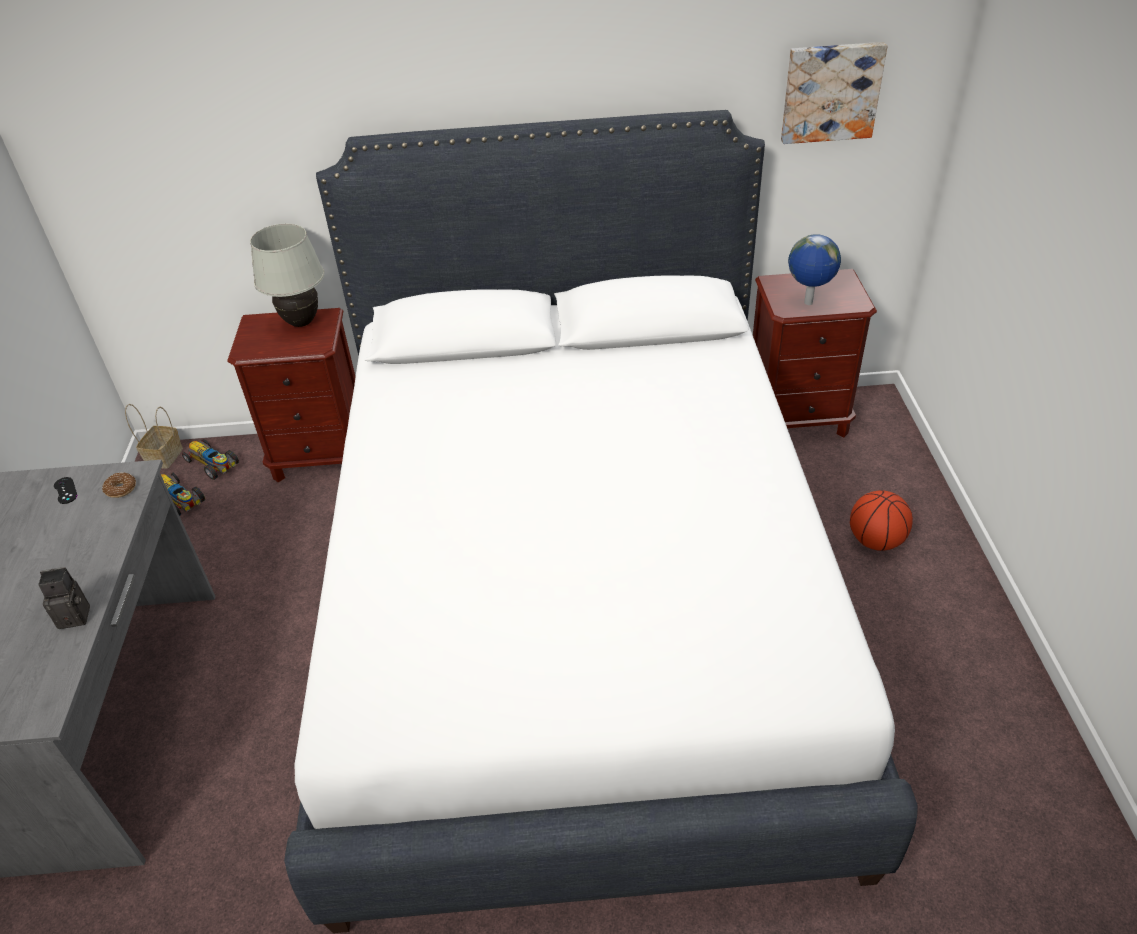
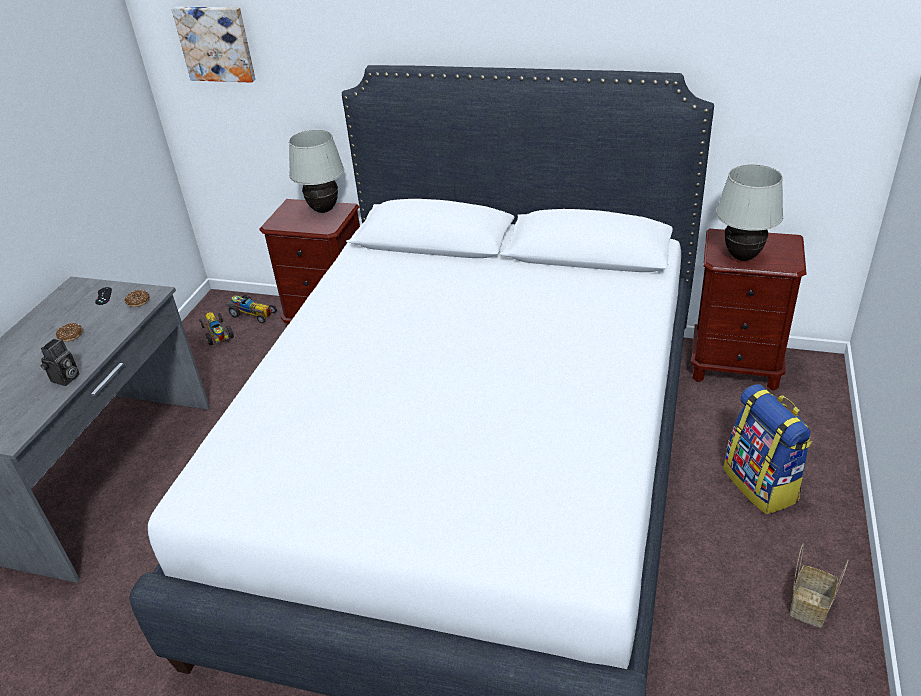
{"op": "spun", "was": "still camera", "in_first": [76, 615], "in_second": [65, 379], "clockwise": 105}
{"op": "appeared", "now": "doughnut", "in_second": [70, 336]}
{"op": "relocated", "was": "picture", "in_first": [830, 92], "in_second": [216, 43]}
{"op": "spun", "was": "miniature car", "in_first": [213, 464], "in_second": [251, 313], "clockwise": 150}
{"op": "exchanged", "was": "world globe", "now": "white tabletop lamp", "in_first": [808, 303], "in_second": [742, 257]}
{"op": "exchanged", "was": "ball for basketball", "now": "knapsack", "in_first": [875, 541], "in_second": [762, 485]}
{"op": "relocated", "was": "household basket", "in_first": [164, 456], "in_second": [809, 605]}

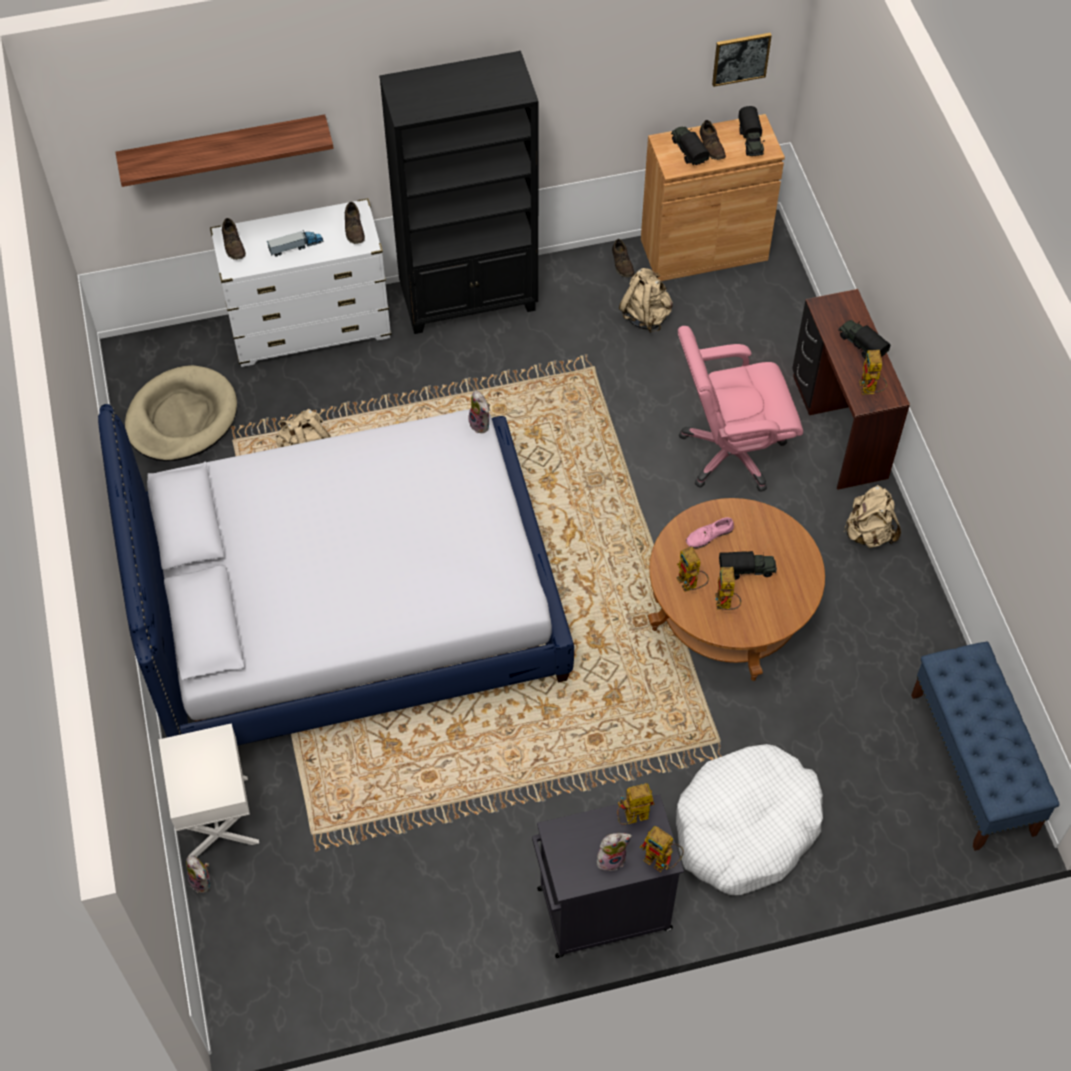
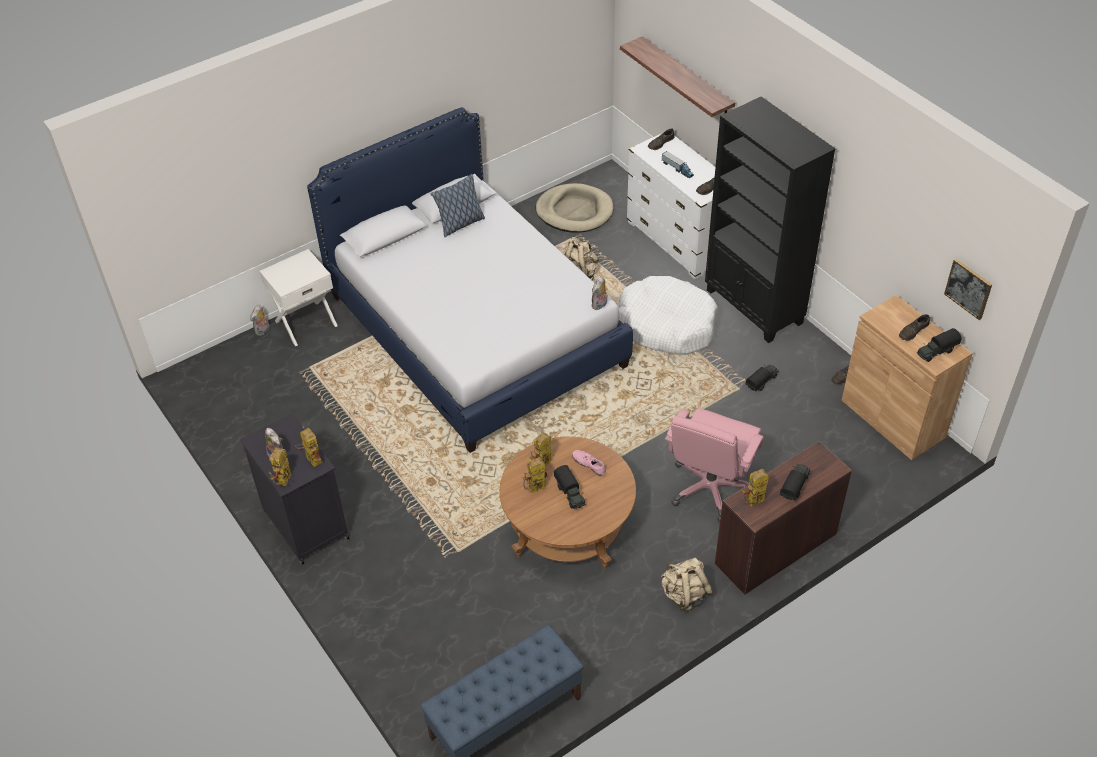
{"op": "appeared", "now": "throw pillow", "in_second": [460, 224]}
{"op": "relocated", "was": "white pet bed", "in_first": [745, 827], "in_second": [666, 325]}
{"op": "spun", "was": "pinkish desk chair", "in_first": [730, 453], "in_second": [710, 488], "clockwise": -120}
{"op": "relocated", "was": "toy lorry", "in_first": [688, 151], "in_second": [762, 382]}
{"op": "missing", "was": "beige knapsack", "in_first": [646, 316]}

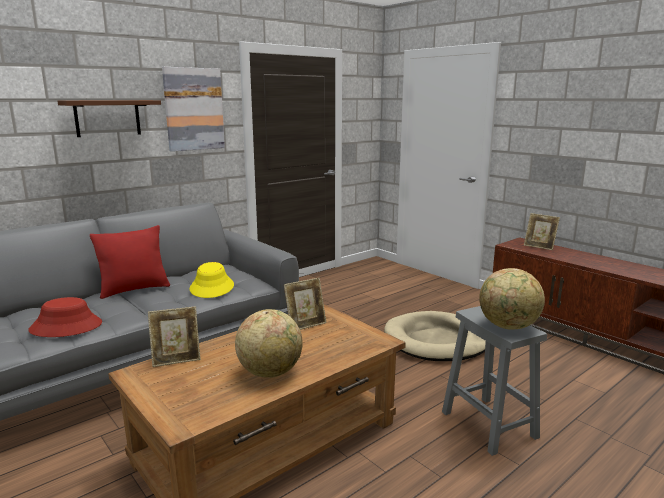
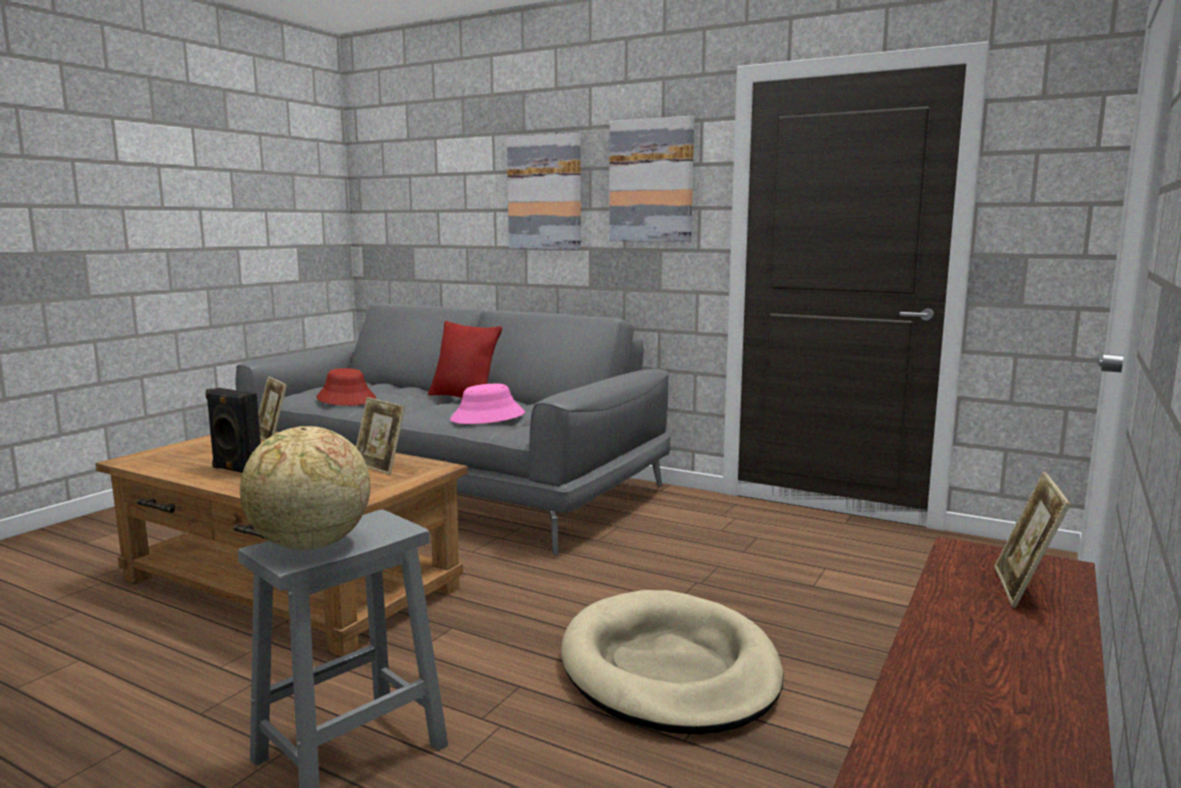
{"op": "exchanged", "was": "world globe", "now": "black audio speaker", "in_first": [270, 372], "in_second": [236, 470]}
{"op": "colour", "was": "yellow-coloured hat", "now": "pinkish hat", "in_first": [212, 287], "in_second": [488, 417]}
{"op": "exchanged", "was": "brown wall shelf", "now": "picture", "in_first": [107, 118], "in_second": [545, 193]}

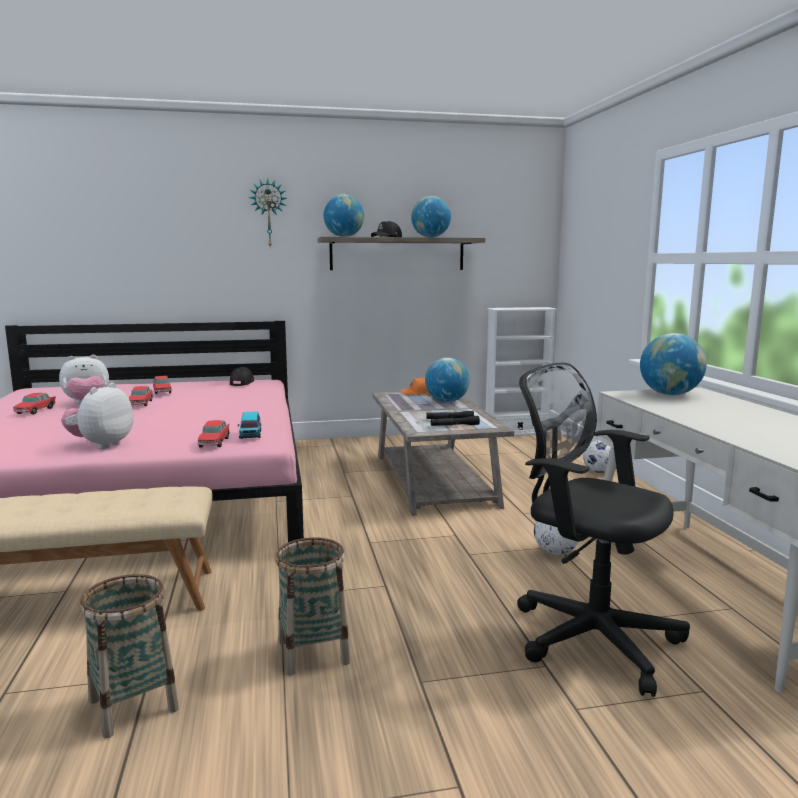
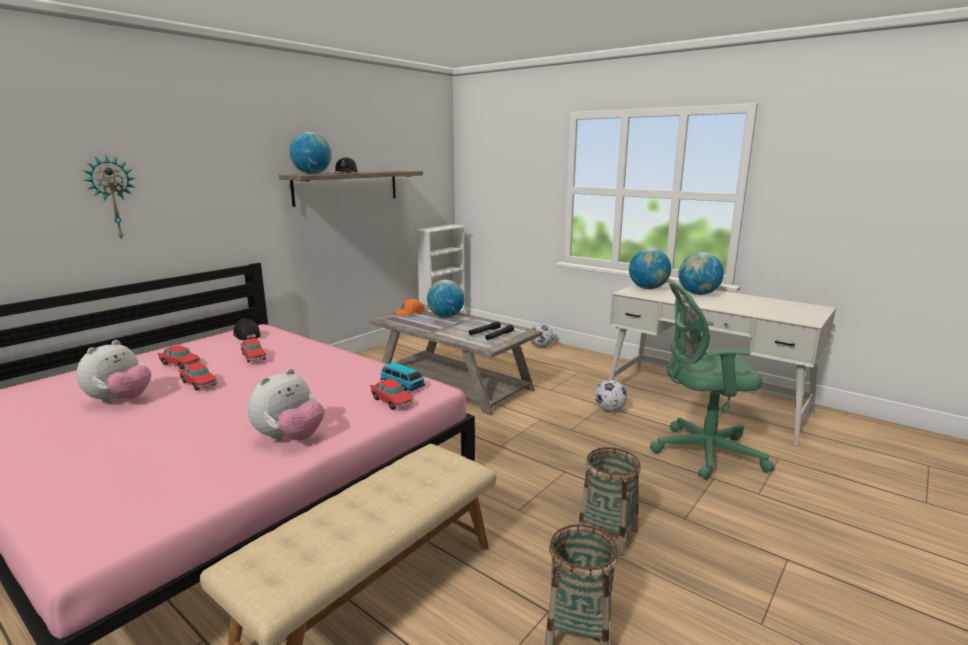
{"op": "relocated", "was": "clock on the wall", "in_first": [268, 213], "in_second": [112, 198]}
{"op": "relocated", "was": "miniature car", "in_first": [35, 411], "in_second": [253, 357]}
{"op": "spun", "was": "cuddly toy", "in_first": [101, 445], "in_second": [290, 438], "clockwise": -120}
{"op": "colour", "was": "black desk chair", "now": "greenish desk chair", "in_first": [588, 635], "in_second": [701, 452]}
{"op": "relocated", "was": "world globe", "in_first": [430, 237], "in_second": [698, 294]}

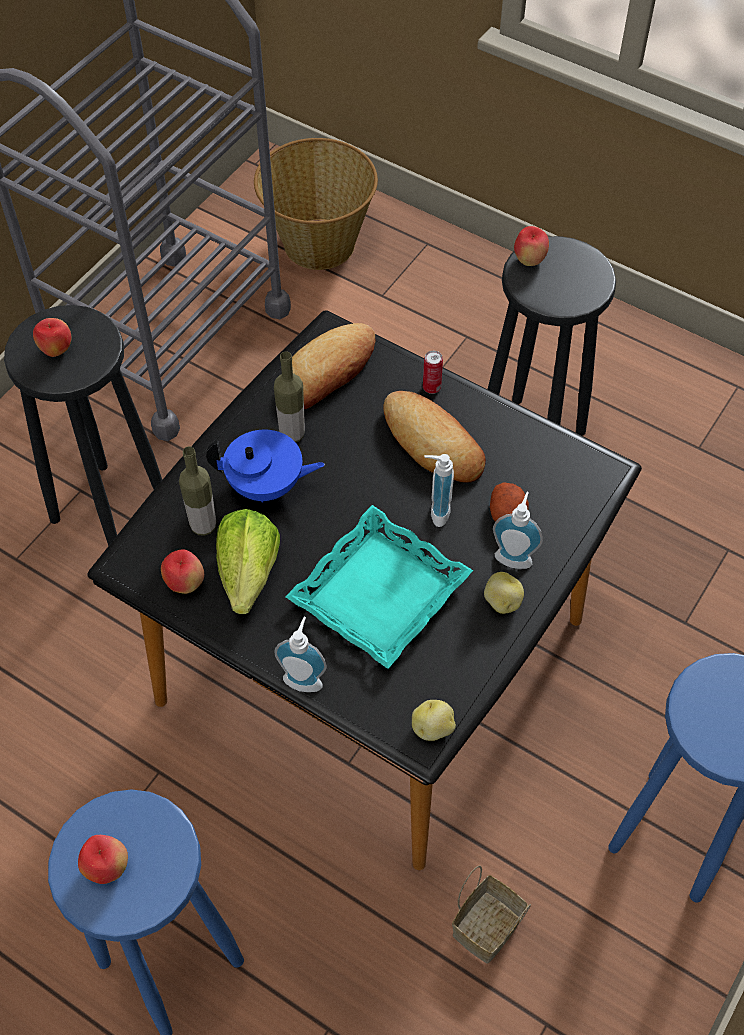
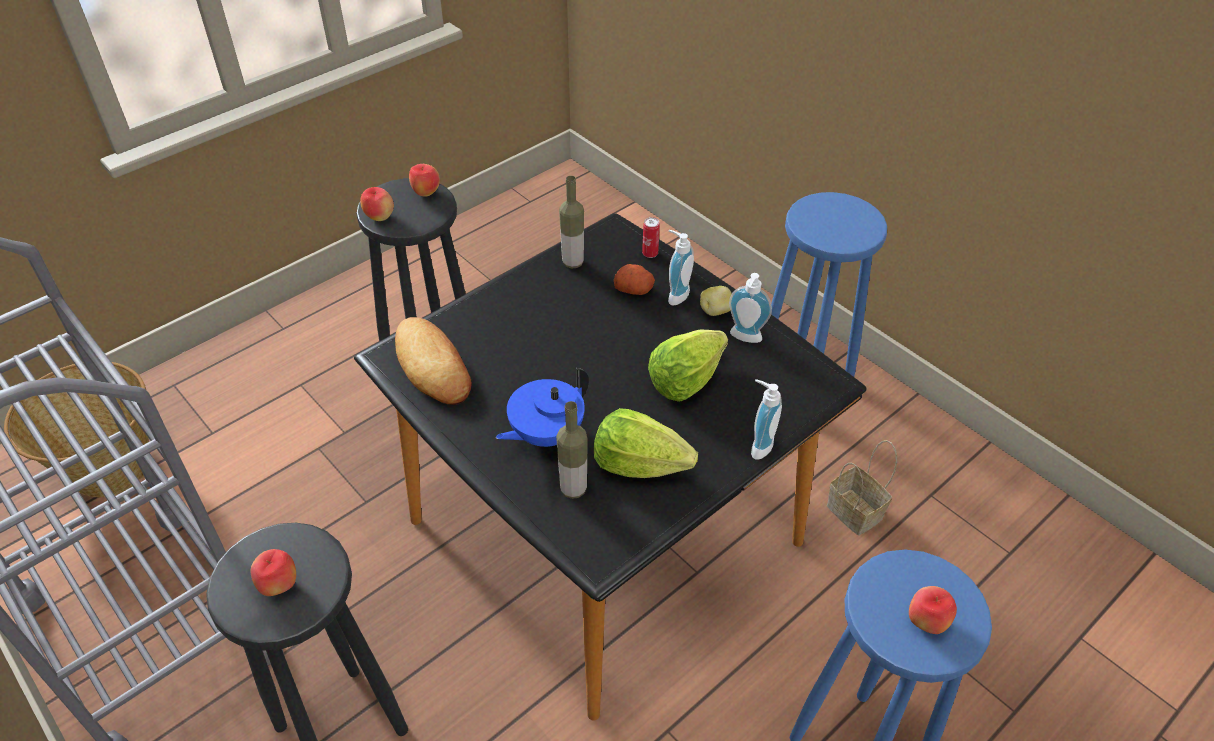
{"op": "relocated", "was": "apple fruit", "in_first": [185, 583], "in_second": [426, 193]}
{"op": "spun", "was": "bluish tea pot", "in_first": [266, 486], "in_second": [545, 434], "clockwise": -150}
{"op": "relocated", "was": "drink bottle", "in_first": [292, 434], "in_second": [572, 262]}
{"op": "relocated", "was": "can", "in_first": [431, 387], "in_second": [650, 254]}
{"op": "exchanged", "was": "turquoise-coloured tray", "now": "head of lettuce", "in_first": [378, 592], "in_second": [685, 380]}
{"op": "relocated", "was": "soap dispenser", "in_first": [435, 511], "in_second": [744, 338]}
{"op": "missing", "was": "bakery bread", "in_first": [433, 442]}
{"op": "missing", "was": "spud", "in_first": [433, 728]}

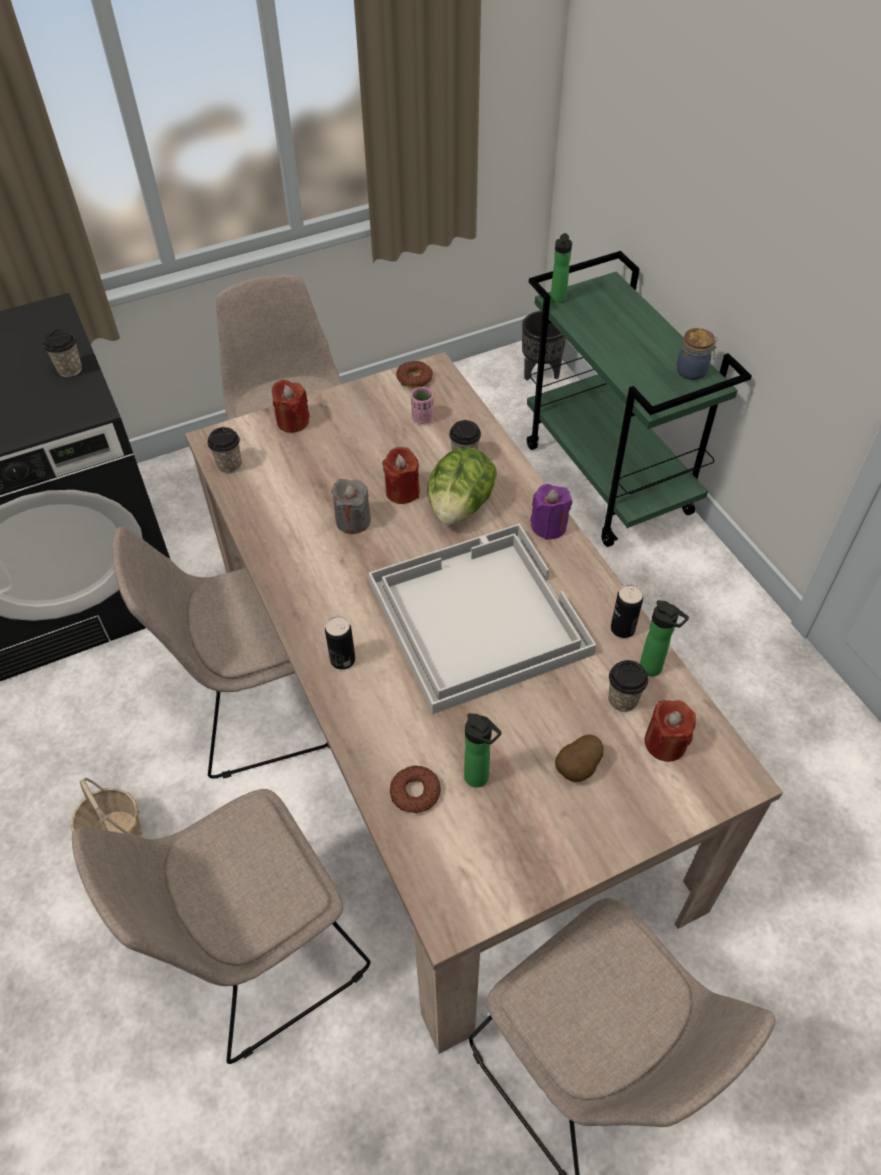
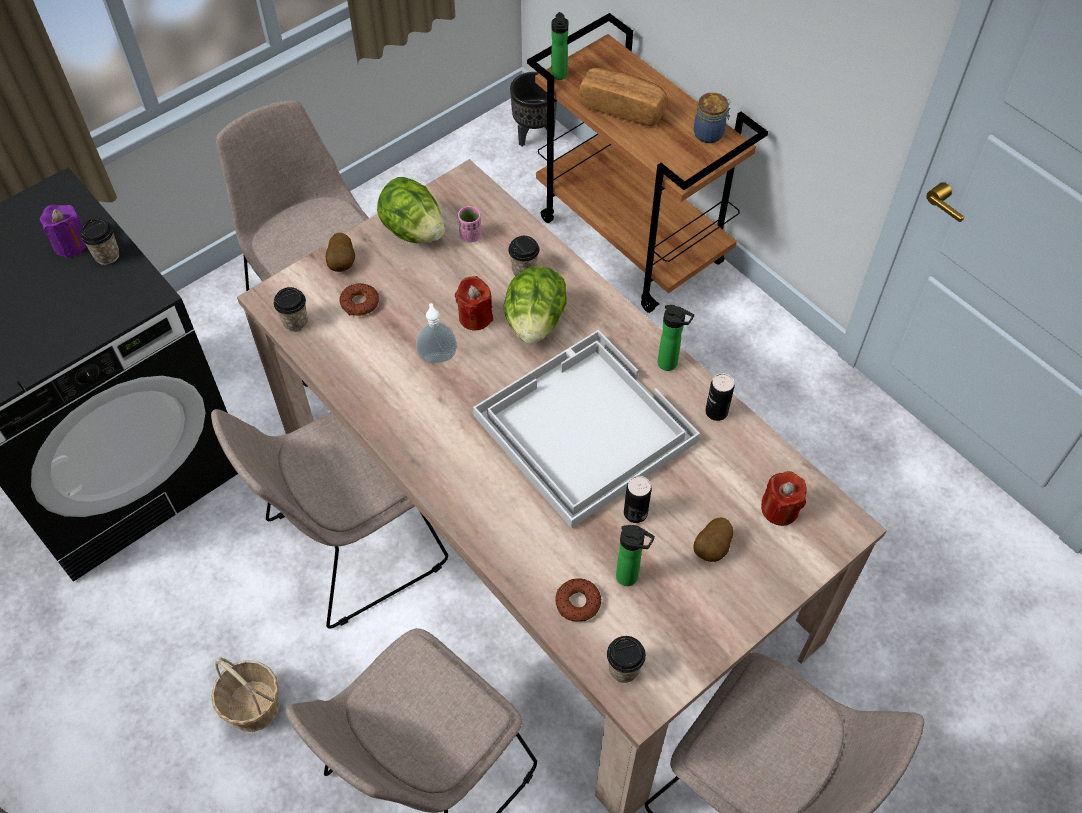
{"op": "relocated", "was": "purplish wax candle", "in_first": [549, 526], "in_second": [71, 244]}
{"op": "exchanged", "was": "reddish wax candle", "now": "spud", "in_first": [293, 421], "in_second": [343, 263]}
{"op": "relocated", "was": "doughnut", "in_first": [414, 378], "in_second": [360, 303]}
{"op": "appeared", "now": "head of lettuce", "in_second": [413, 231]}
{"op": "exchanged", "was": "gray wax candle", "now": "soap dispenser", "in_first": [353, 521], "in_second": [437, 356]}
{"op": "colour", "was": "greenish trolley", "now": "brown trolley", "in_first": [609, 479], "in_second": [633, 241]}
{"op": "appeared", "now": "bakery bread", "in_second": [622, 107]}
{"op": "relocated", "was": "small cup", "in_first": [622, 700], "in_second": [623, 669]}
{"op": "relocated", "was": "can", "in_first": [342, 660], "in_second": [635, 513]}
{"op": "relocated", "was": "drink bottle", "in_first": [653, 669], "in_second": [670, 364]}

